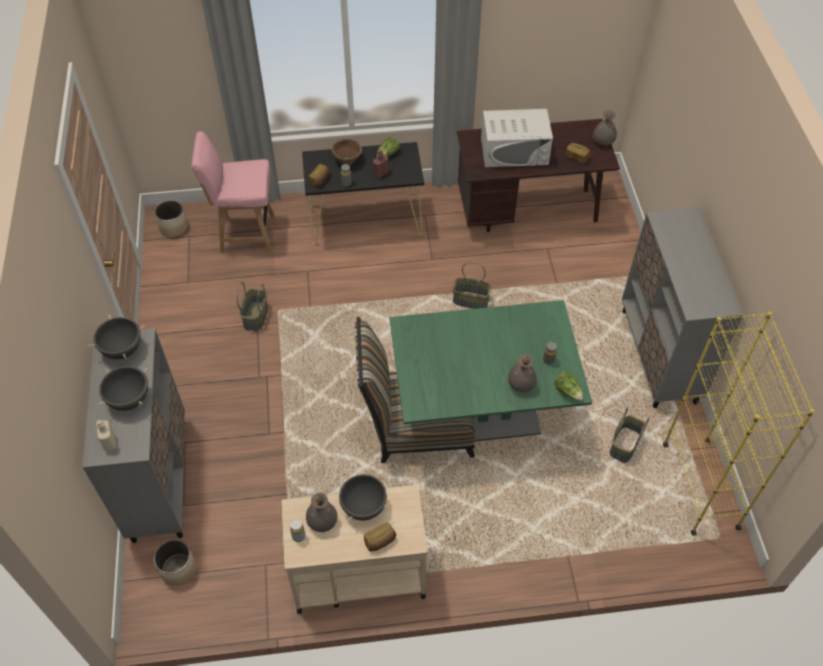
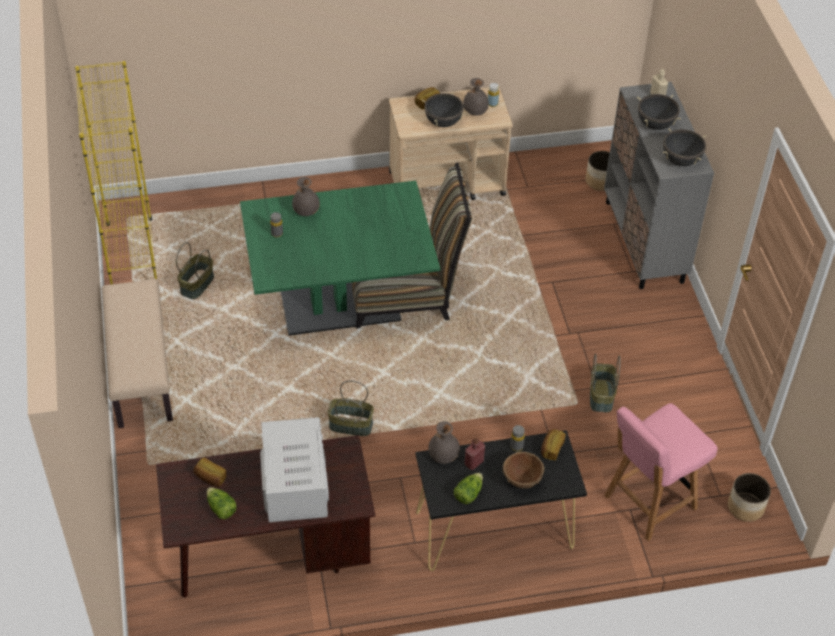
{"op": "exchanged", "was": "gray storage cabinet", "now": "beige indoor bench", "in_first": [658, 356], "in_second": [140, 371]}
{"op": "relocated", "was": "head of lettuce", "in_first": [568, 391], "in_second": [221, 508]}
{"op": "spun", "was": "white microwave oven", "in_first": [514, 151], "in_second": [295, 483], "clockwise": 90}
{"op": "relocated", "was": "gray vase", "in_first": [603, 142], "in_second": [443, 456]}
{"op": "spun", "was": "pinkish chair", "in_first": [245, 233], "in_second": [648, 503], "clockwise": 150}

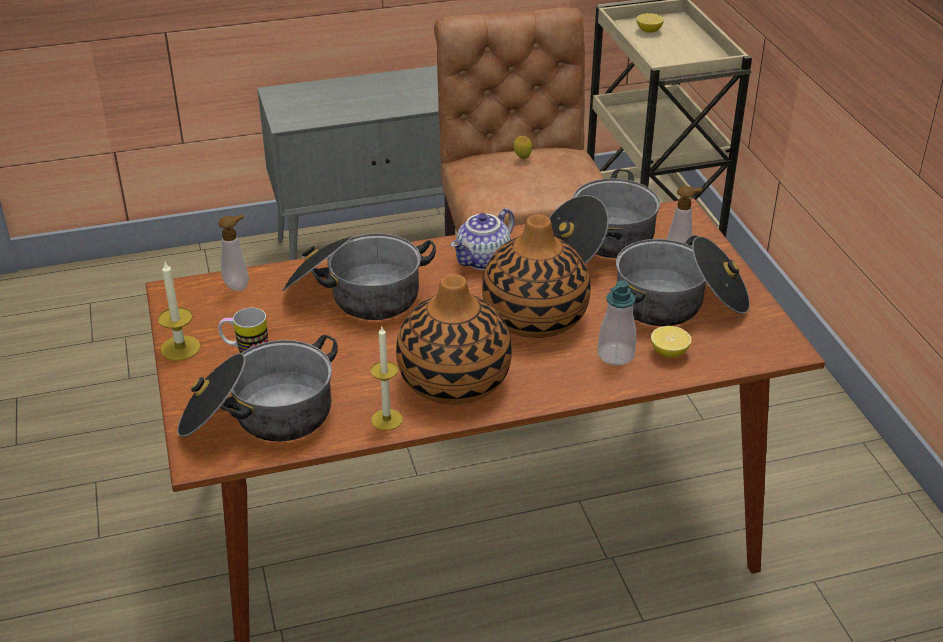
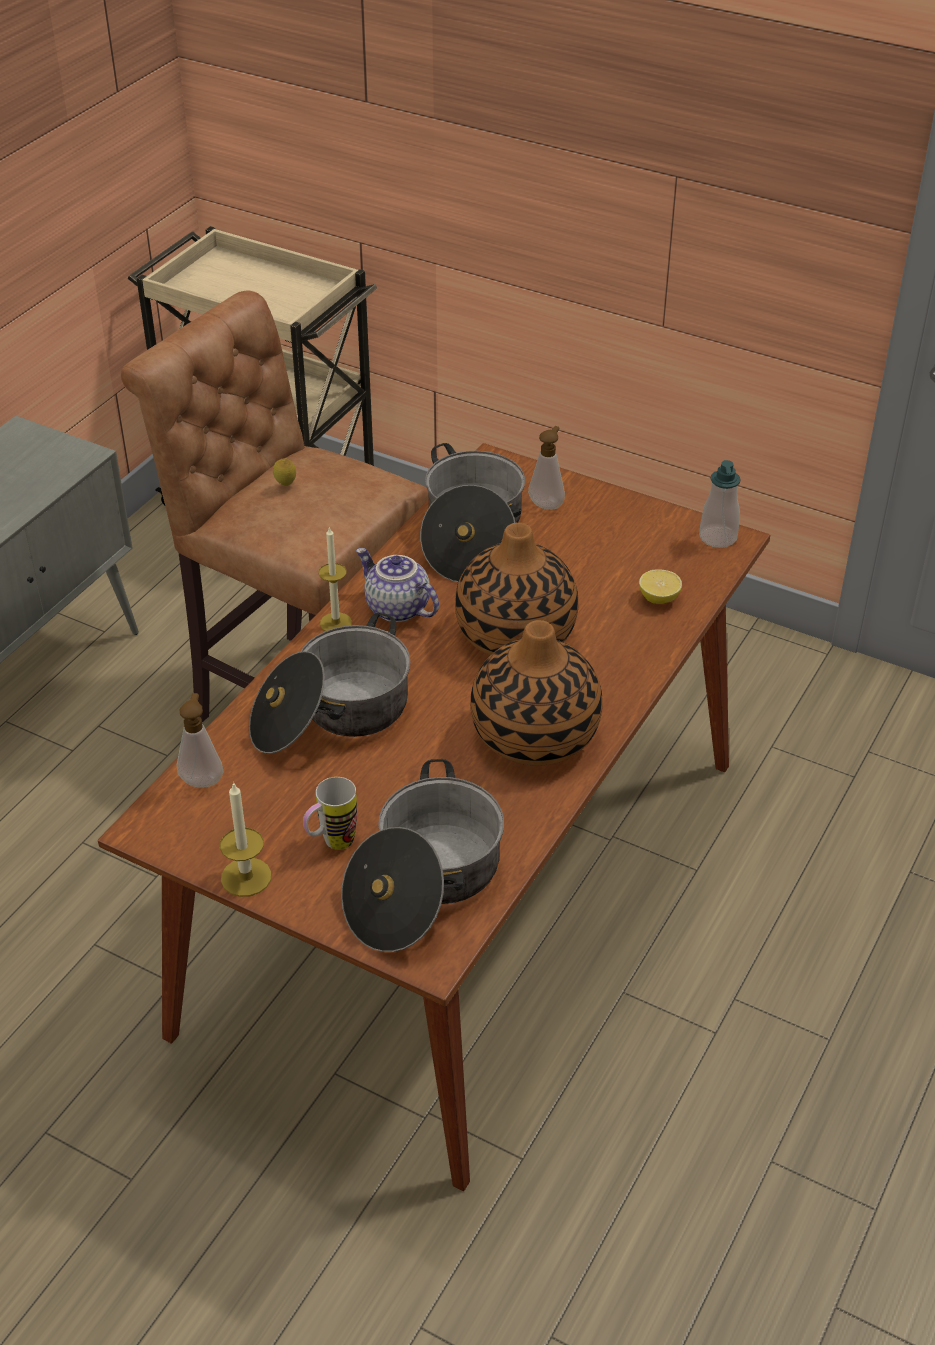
{"op": "relocated", "was": "wax candle", "in_first": [386, 419], "in_second": [336, 623]}
{"op": "spun", "was": "tea pot", "in_first": [484, 261], "in_second": [396, 609], "clockwise": 135}
{"op": "relocated", "was": "soap dispenser", "in_first": [615, 355], "in_second": [718, 537]}
{"op": "missing", "was": "stockpot", "in_first": [679, 304]}
{"op": "missing", "was": "citrus fruit", "in_first": [649, 31]}

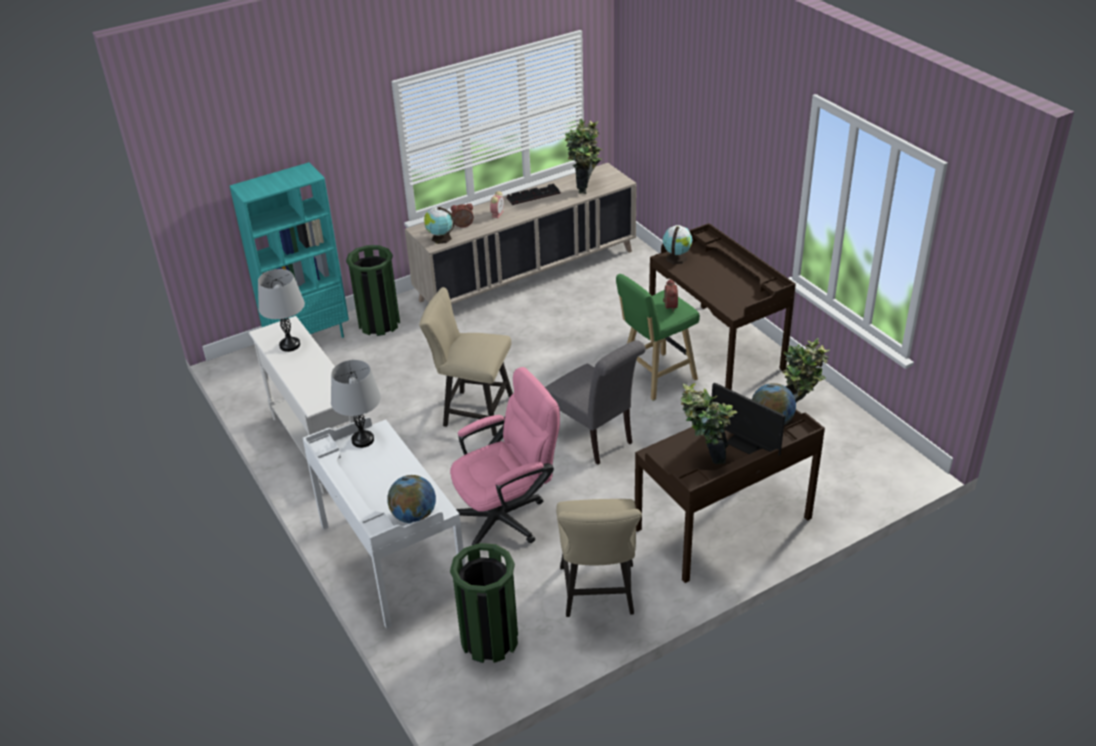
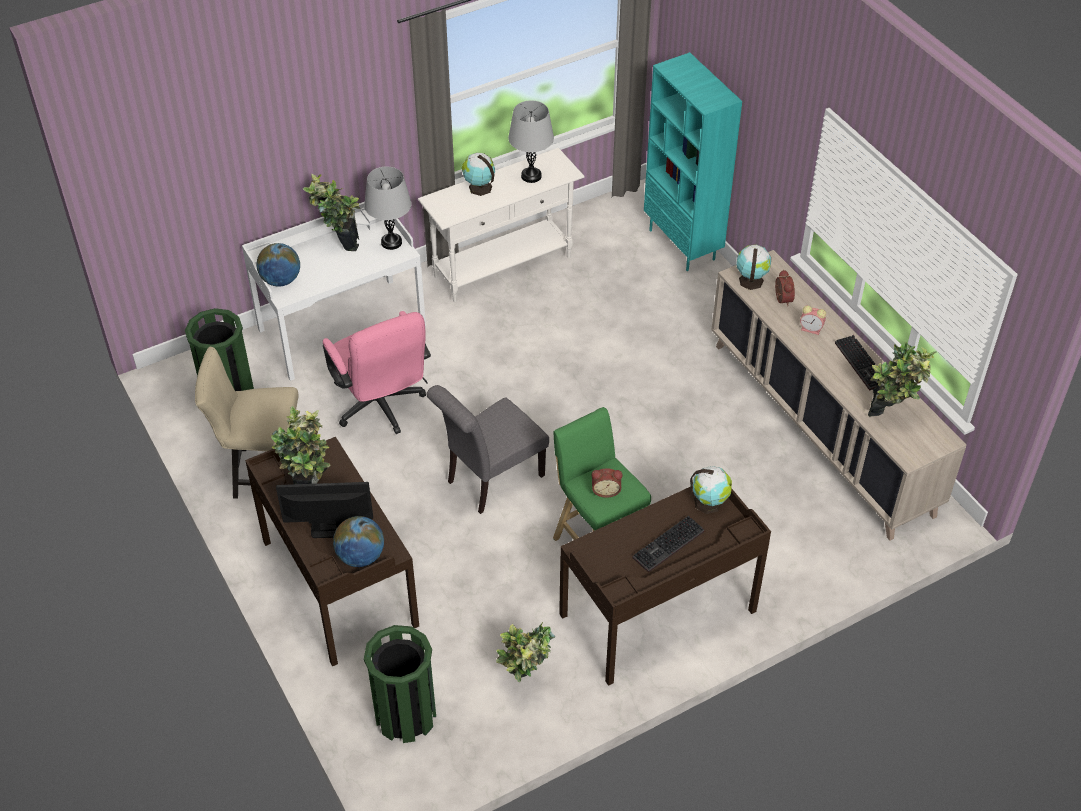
{"op": "spun", "was": "computer screen", "in_first": [745, 444], "in_second": [329, 528], "clockwise": 45}
{"op": "appeared", "now": "potted plant", "in_second": [338, 247]}
{"op": "relocated", "was": "greenish waste bin", "in_first": [379, 323], "in_second": [406, 716]}
{"op": "appeared", "now": "world globe", "in_second": [479, 187]}
{"op": "appeared", "now": "computer keyboard", "in_second": [668, 546]}
{"op": "missing", "was": "beige chair", "in_first": [472, 411]}

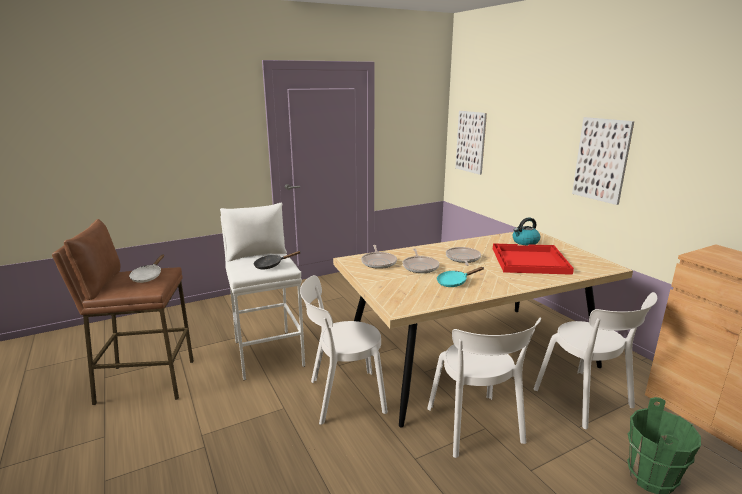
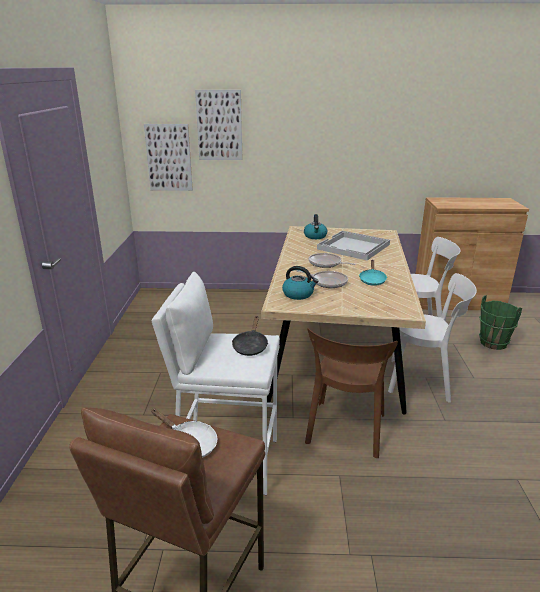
{"op": "relocated", "was": "picture", "in_first": [601, 160], "in_second": [219, 125]}
{"op": "exchanged", "was": "pan", "now": "water kettle", "in_first": [379, 262], "in_second": [298, 294]}
{"op": "colour", "was": "white chair", "now": "brown chair", "in_first": [343, 396], "in_second": [345, 431]}
{"op": "colour", "was": "reddish tray", "now": "white tray", "in_first": [529, 261], "in_second": [354, 247]}

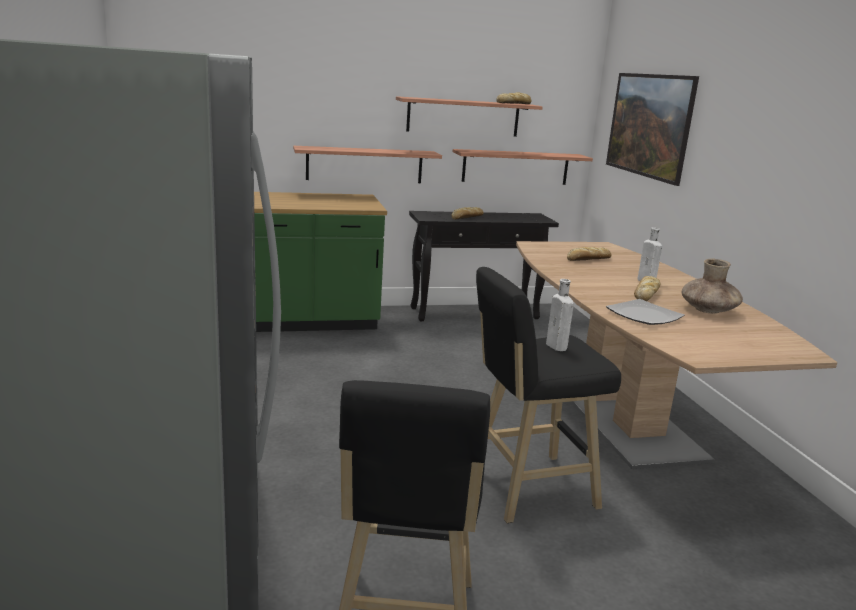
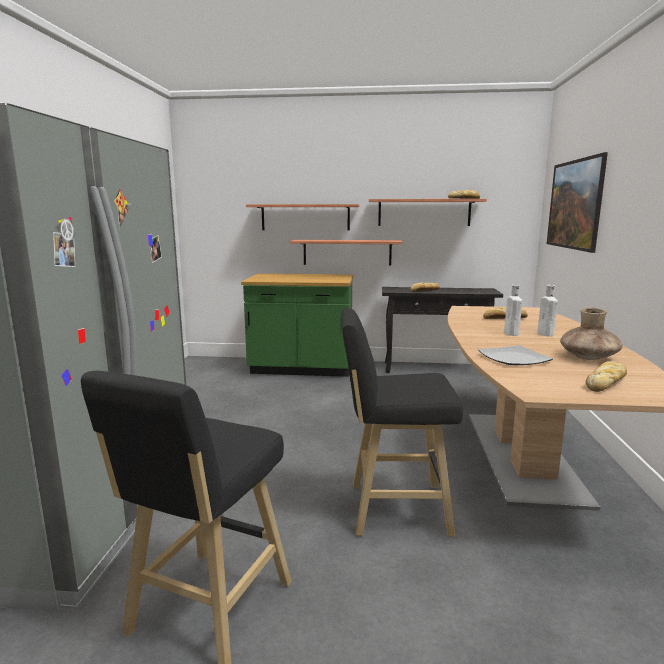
{"op": "relocated", "was": "wall shelf", "in_first": [515, 167], "in_second": [305, 217]}
{"op": "relocated", "was": "white drink bottle", "in_first": [557, 347], "in_second": [512, 334]}
{"op": "relocated", "was": "bakery bread", "in_first": [646, 294], "in_second": [606, 382]}

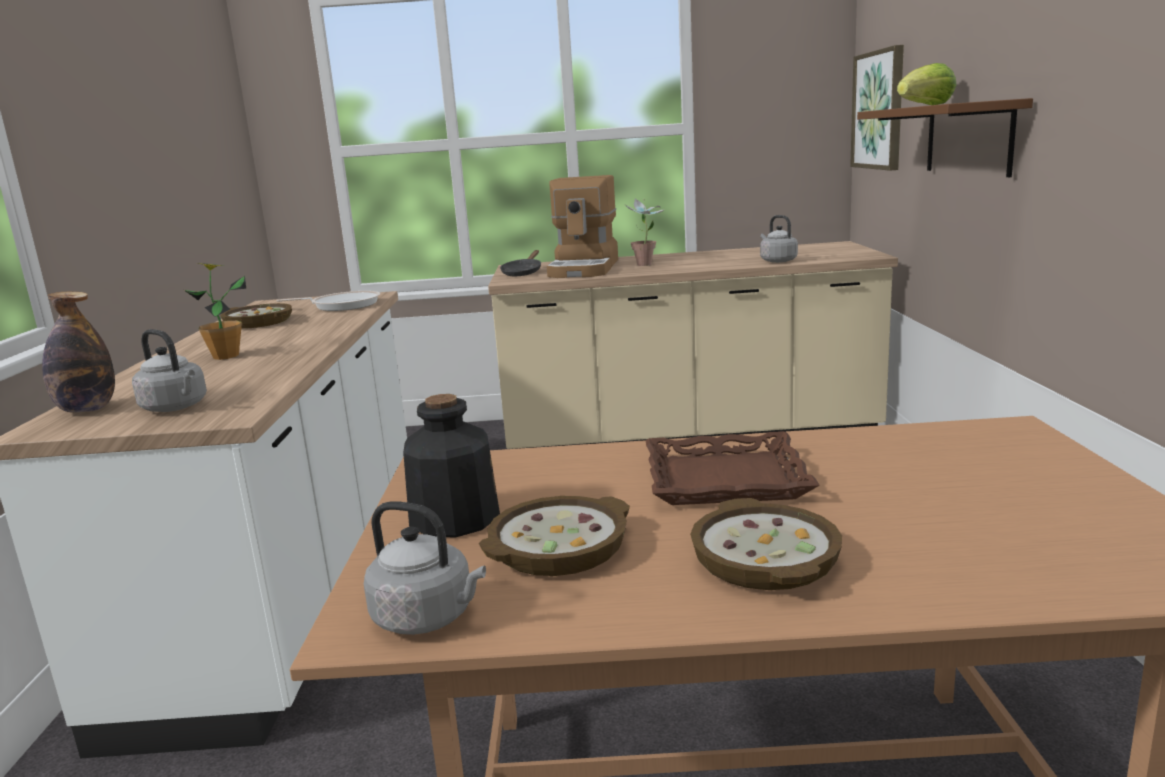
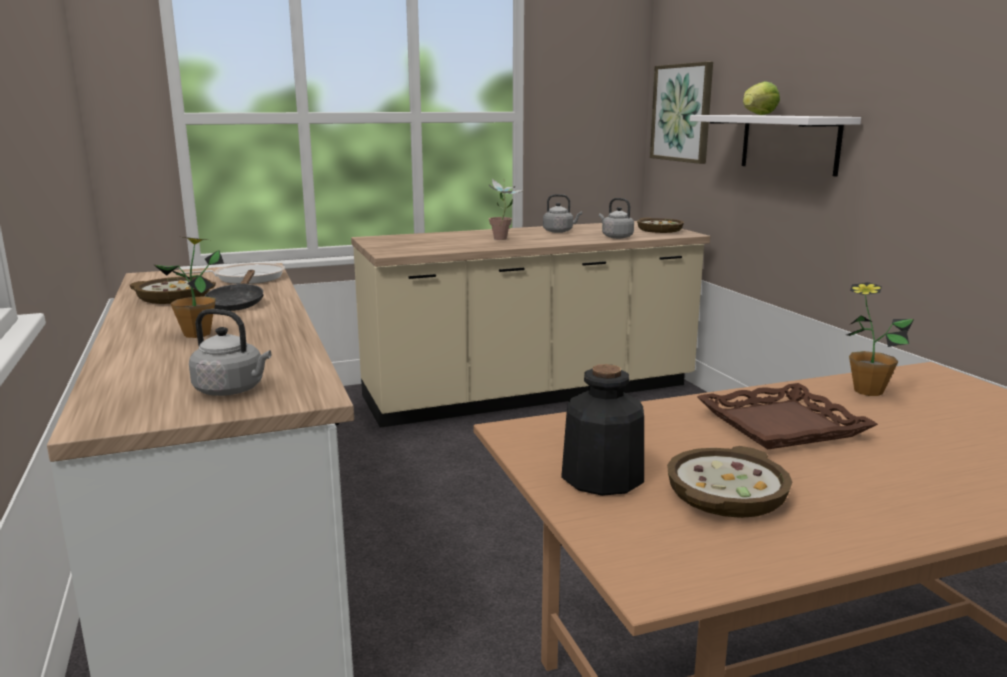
{"op": "relocated", "was": "black pan", "in_first": [523, 273], "in_second": [237, 304]}
{"op": "relocated", "was": "gray water kettle", "in_first": [428, 618], "in_second": [559, 231]}
{"op": "relocated", "was": "serving bowl", "in_first": [763, 561], "in_second": [659, 230]}
{"op": "colour", "was": "brown wall shelf", "now": "white wall shelf", "in_first": [968, 138], "in_second": [789, 143]}
{"op": "appeared", "now": "potted plant", "in_second": [868, 391]}
{"op": "missing", "was": "drink bottle", "in_first": [87, 410]}
{"op": "missing", "was": "coffee maker", "in_first": [585, 268]}

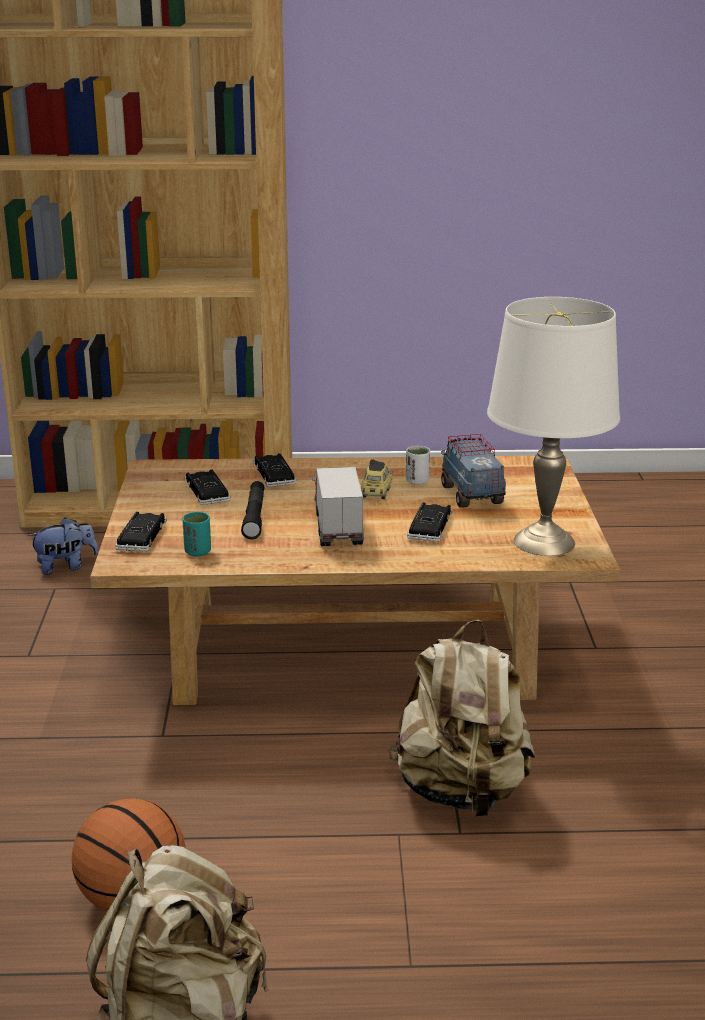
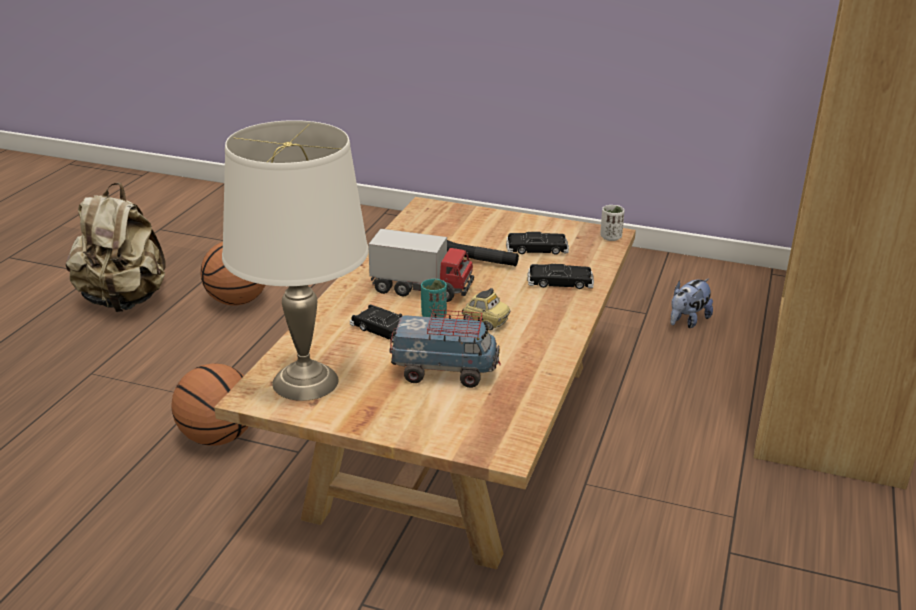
{"op": "exchanged", "was": "beige knapsack", "now": "ball for basketball", "in_first": [461, 791], "in_second": [217, 437]}
{"op": "relocated", "was": "turquoise-coloured small cup", "in_first": [197, 552], "in_second": [433, 316]}
{"op": "relocated", "was": "white small cup", "in_first": [417, 481], "in_second": [610, 237]}
{"op": "spun", "was": "cuddly toy", "in_first": [66, 566], "in_second": [687, 321], "clockwise": 45}
{"op": "missing", "was": "black miniature car", "in_first": [141, 537]}

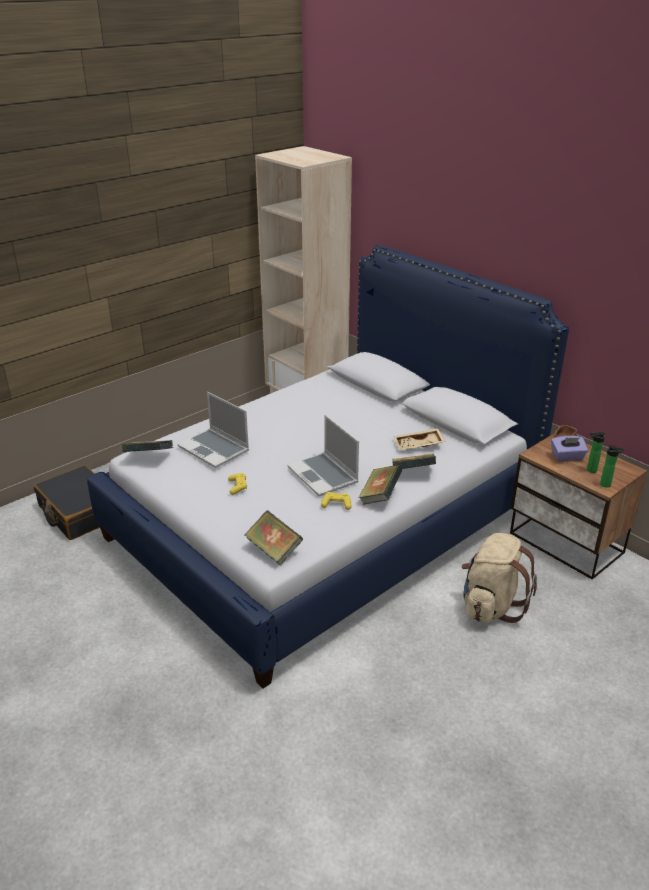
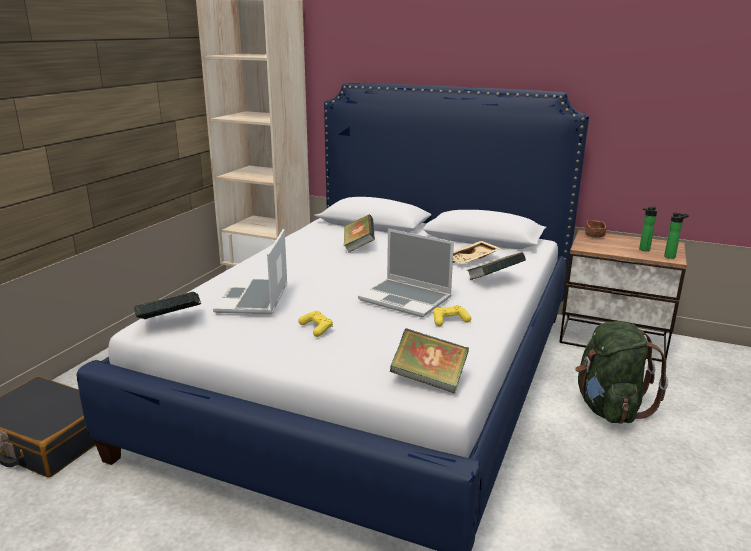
{"op": "spun", "was": "portable computer", "in_first": [215, 449], "in_second": [254, 299], "clockwise": 75}
{"op": "relocated", "was": "volume", "in_first": [379, 496], "in_second": [358, 246]}
{"op": "colour", "was": "beige knapsack", "now": "greenish knapsack", "in_first": [491, 605], "in_second": [609, 408]}
{"op": "missing", "was": "purplish tissue holder", "in_first": [567, 457]}

